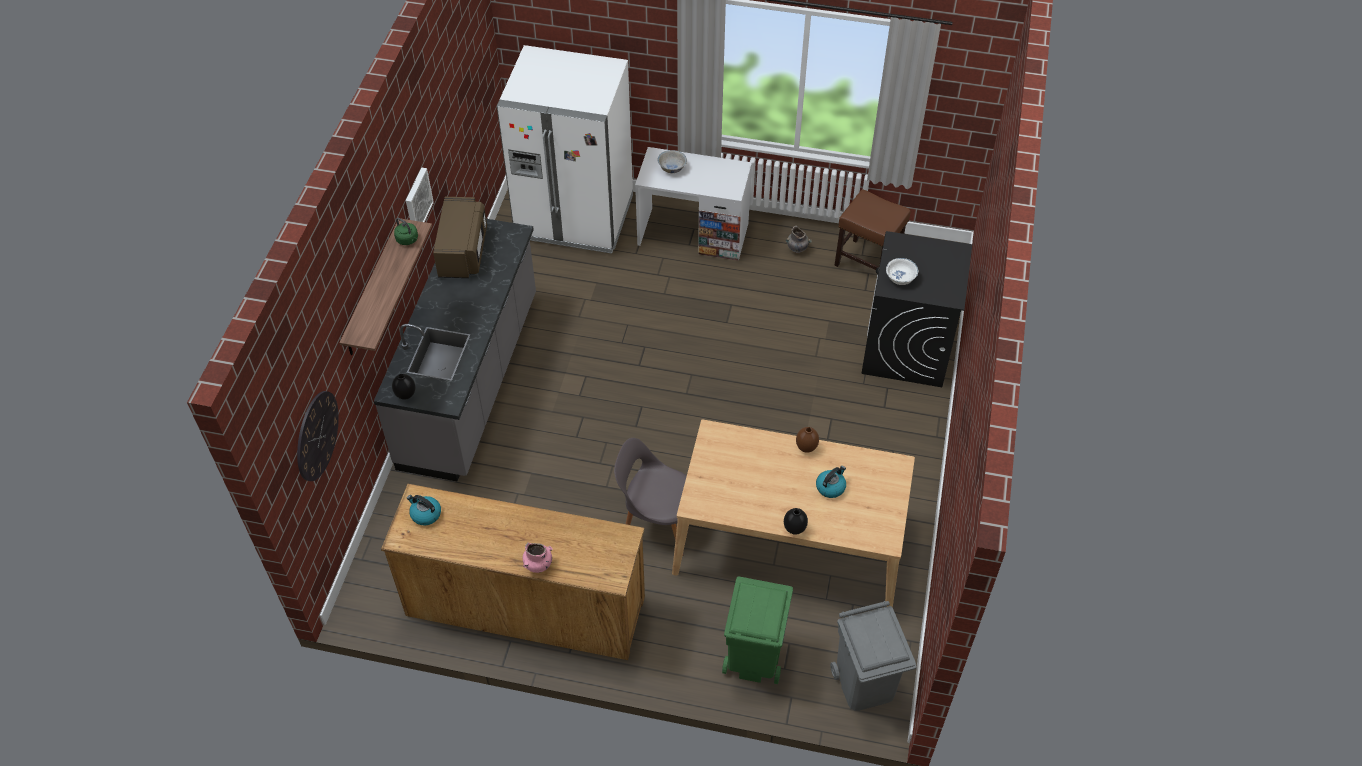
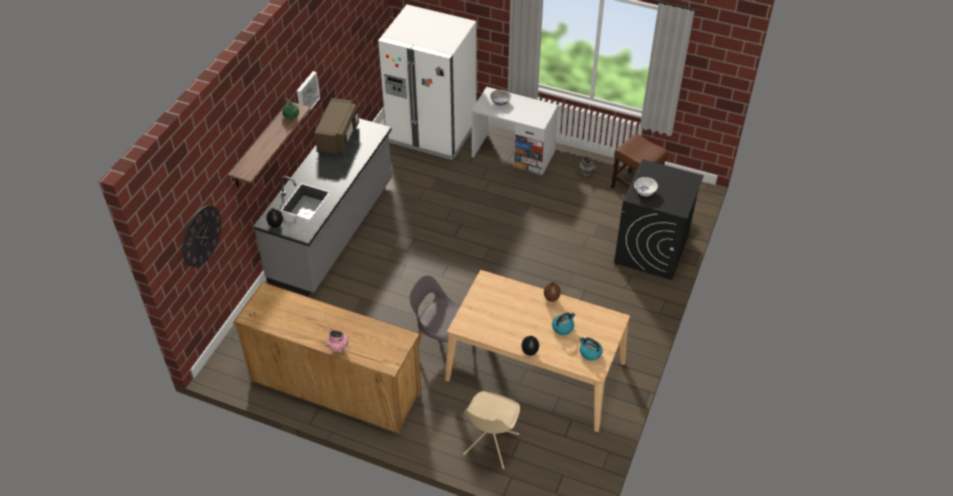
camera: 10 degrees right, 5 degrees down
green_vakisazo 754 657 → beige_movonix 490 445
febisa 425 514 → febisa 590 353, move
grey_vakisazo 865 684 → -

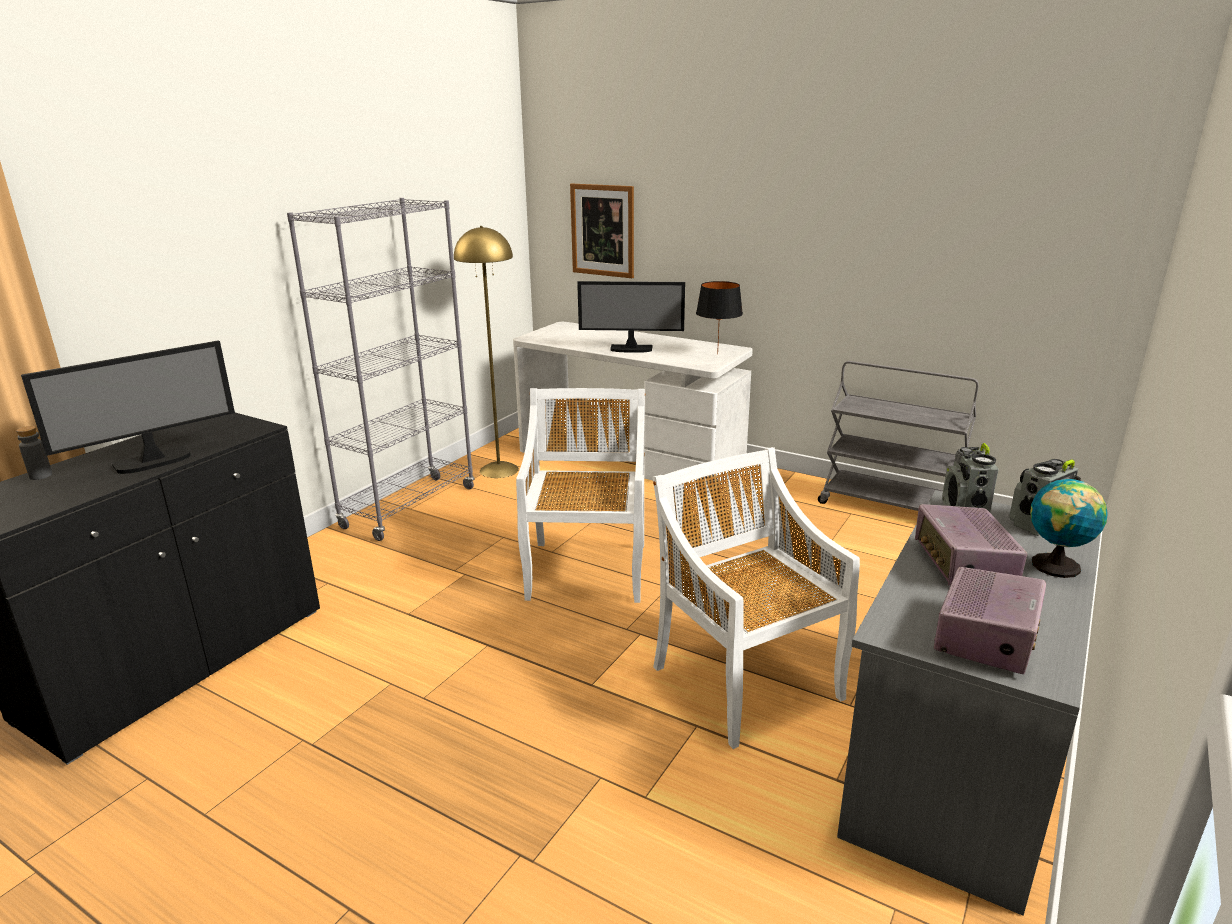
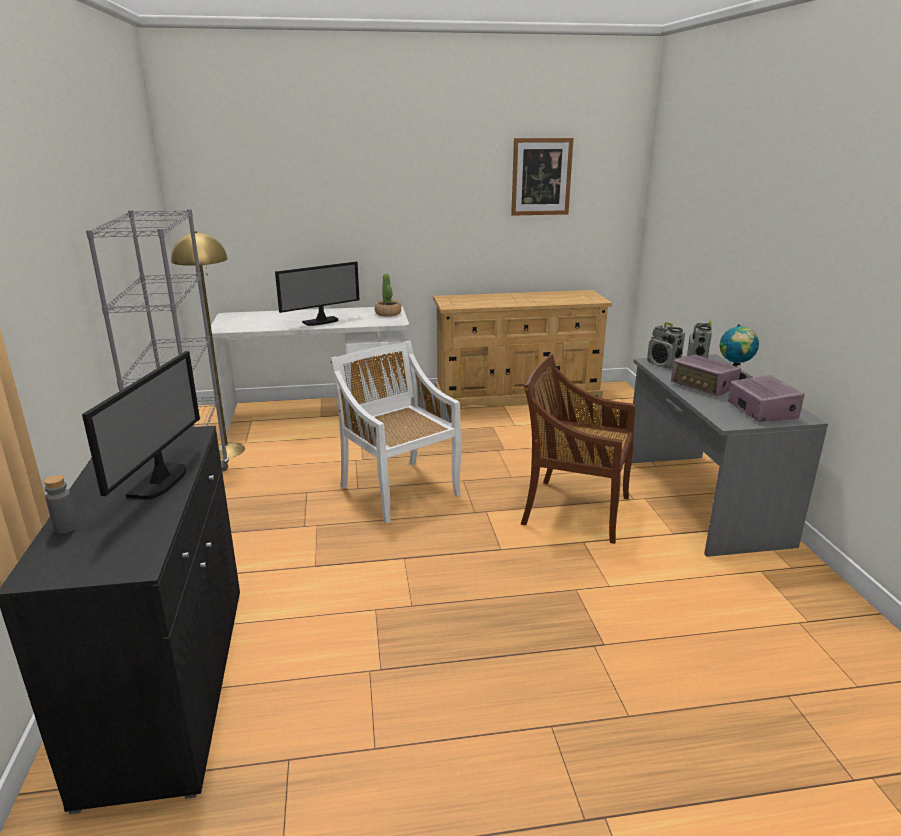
camera: 40 degrees left, 0 degrees up
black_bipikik 718 354 → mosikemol 388 313
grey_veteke 890 507 → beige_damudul 518 395
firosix 602 230 → firosix 541 177, move
white_movonix 745 680 → brown_movonix 574 510

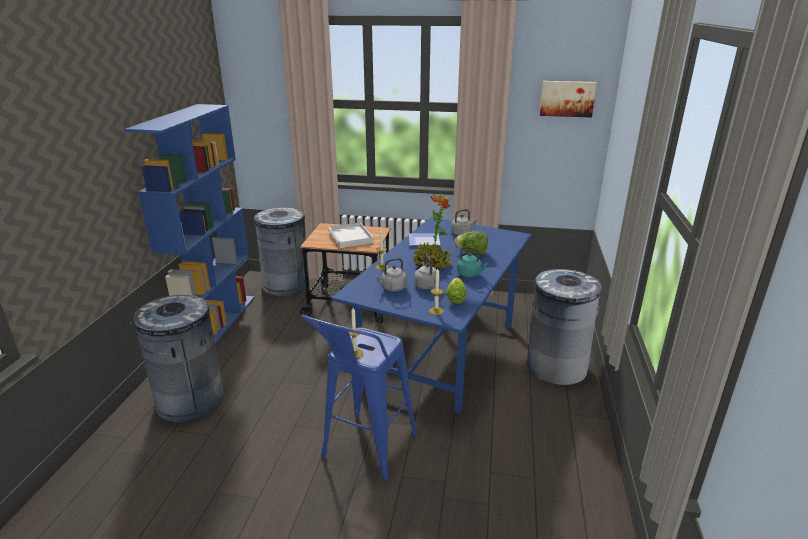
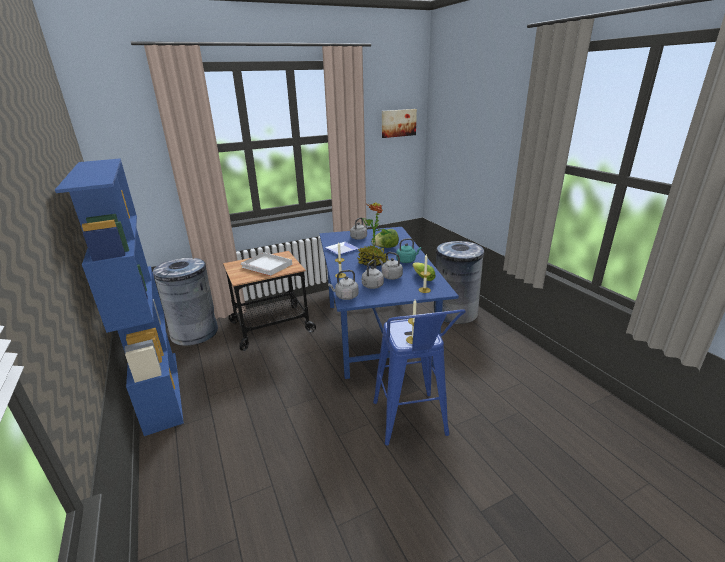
camera: 35 degrees left, 0 degrees up
- → grey_febisa 345 296
grey_vakisazo 190 400 → -

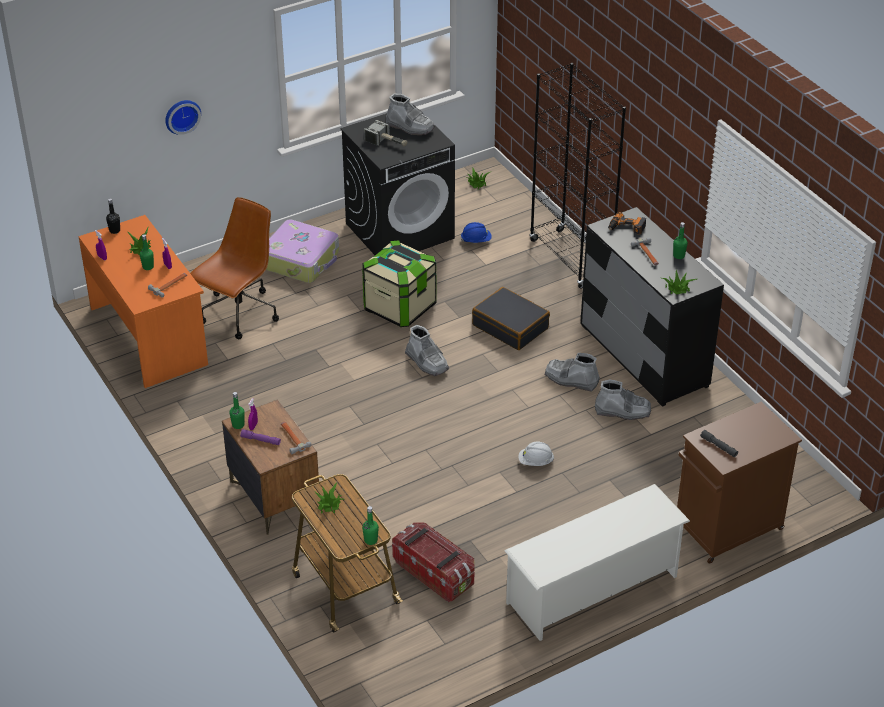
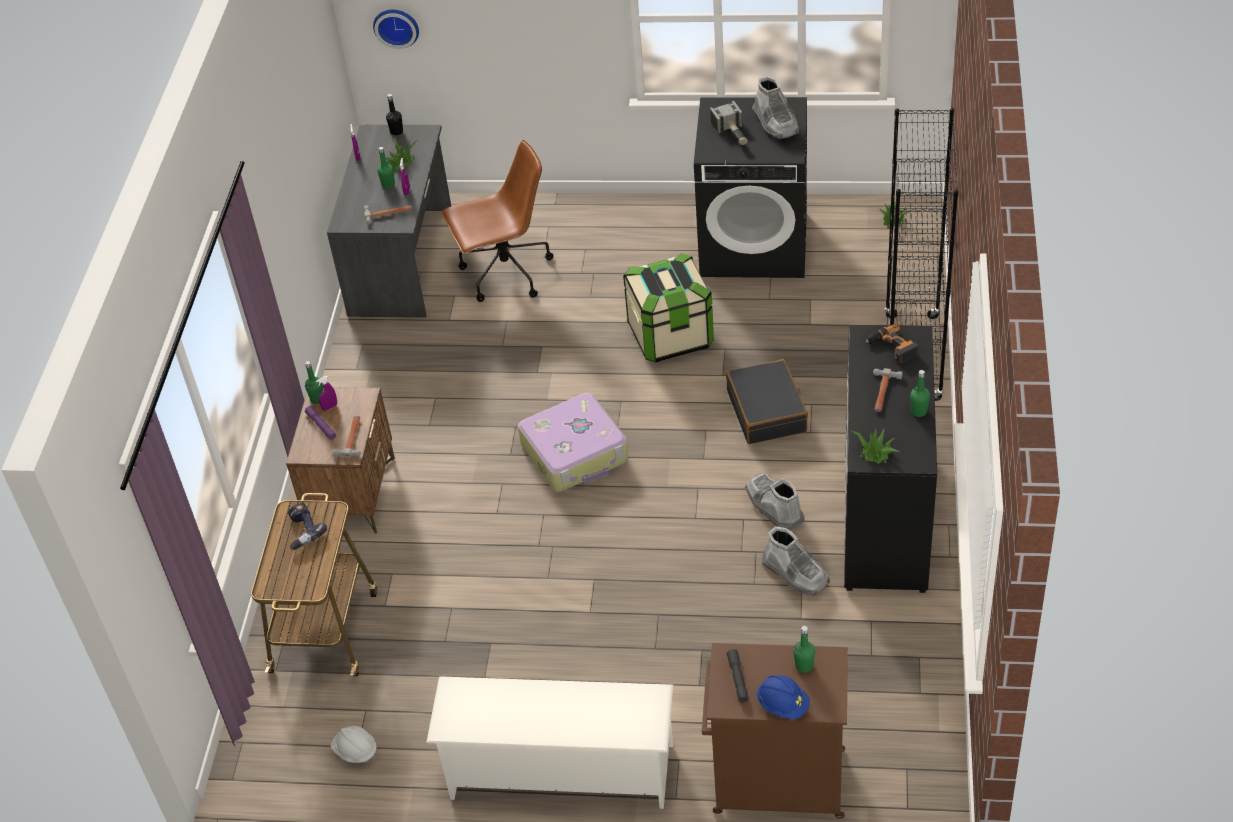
camera: 40 degrees right, 5 degrees up
mosikemol 329 504 → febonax 302 531
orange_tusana 150 335 → grey_tusana 403 261
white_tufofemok 535 462 → white_tufofemok 355 751, move
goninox 181 115 → goninox 396 26, move
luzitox 301 260 → luzitox 576 453, move
blue_tufofemok 476 240 → blue_tufofemok 783 705, move
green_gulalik 370 540 → green_gulalik 804 666, move
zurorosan 434 573 → -
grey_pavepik 427 362 → -

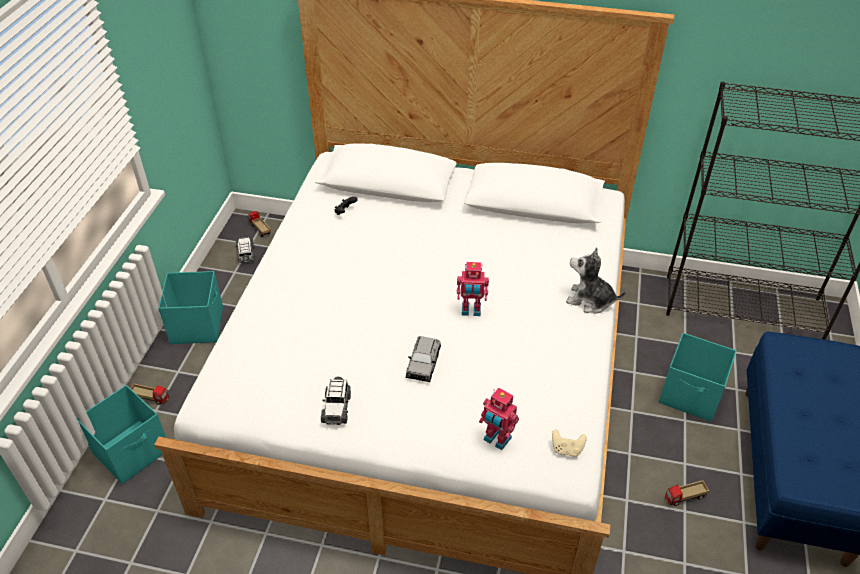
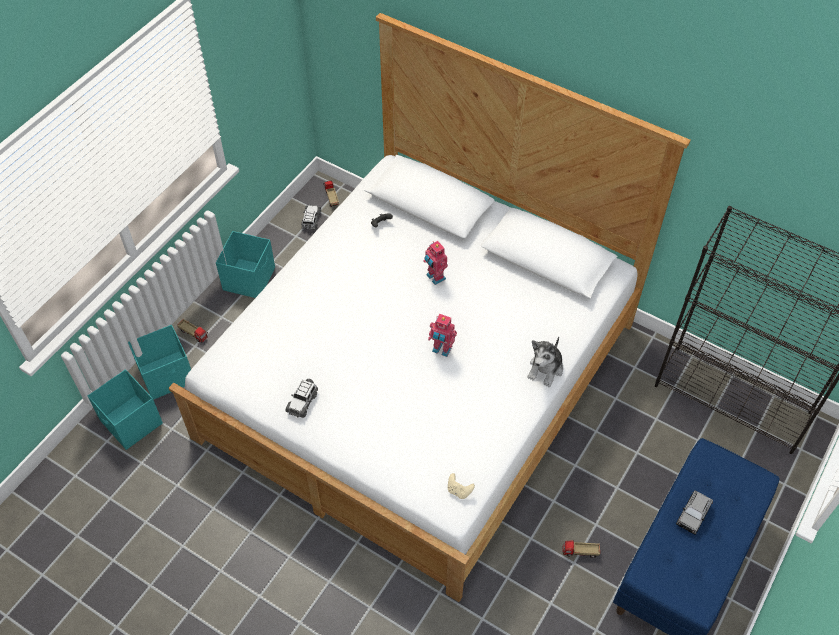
camera: 20 degrees right, 10 degrees up
turquoise_zurorosan 691 395 → turquoise_zurorosan 131 423, move
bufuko 496 439 → bufuko 435 277, move
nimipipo 590 300 → nimipipo 546 369, 105 degrees counterclockwise
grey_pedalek 423 364 → grey_pedalek 693 515, move

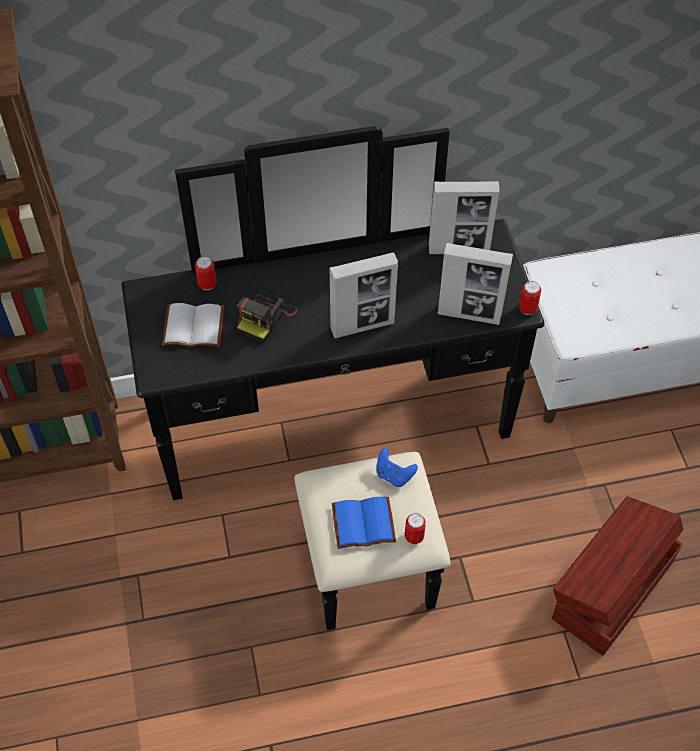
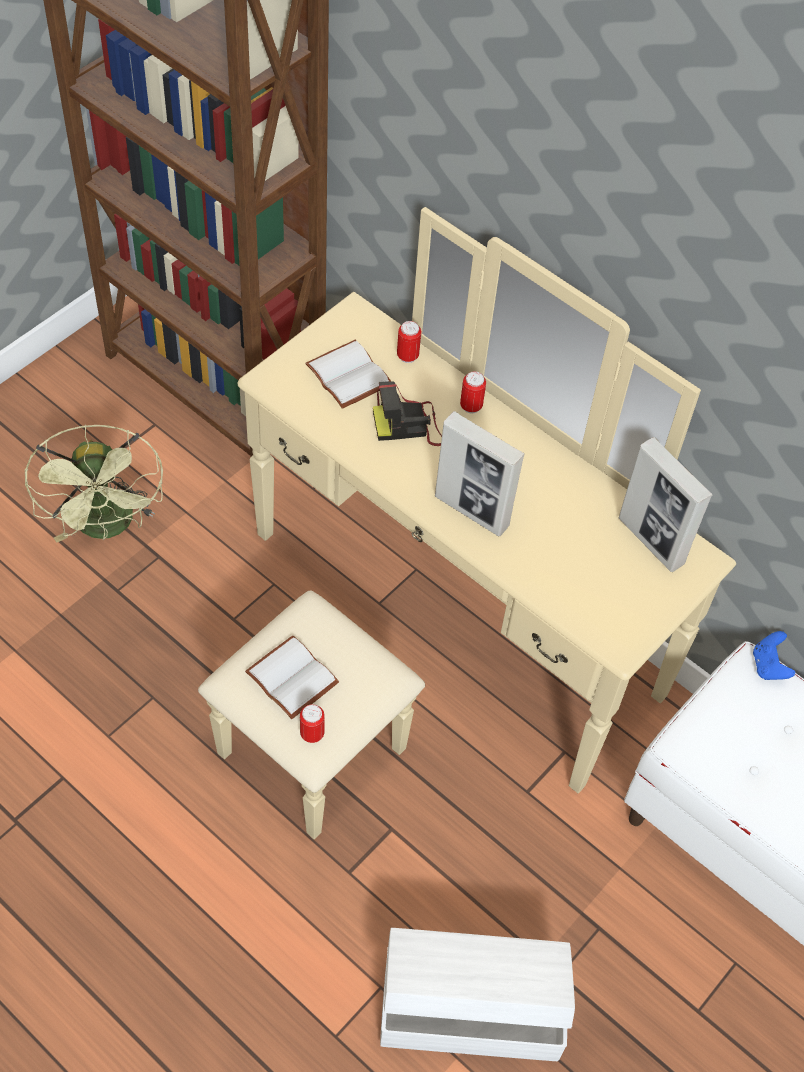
camera: 50 degrees right, 0 degrees up
- → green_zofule 108 527
black_damudul 342 452 → beige_damudul 426 644
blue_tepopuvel 362 525 → white_tepopuvel 289 678
brown_zurorosan 610 589 → white_zurorosan 469 1009
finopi 527 309 → finopi 471 406, move
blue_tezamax 394 475 → blue_tezamax 768 666, move
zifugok 469 314 → -

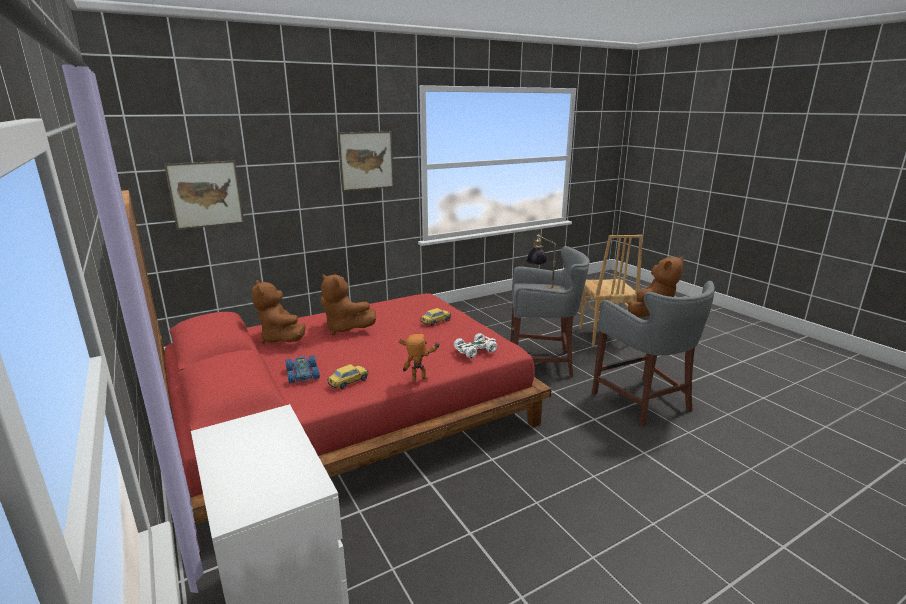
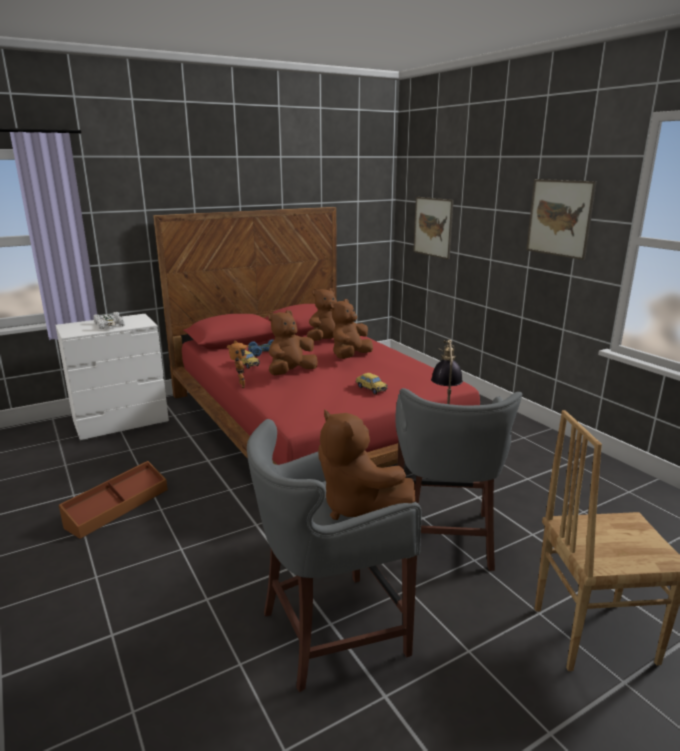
camera: 90 degrees right, 0 degrees up
- → brown_zurorosan 117 507
white_pedalek 475 350 → white_pedalek 110 325, move
- → brown_nimipipo 291 373

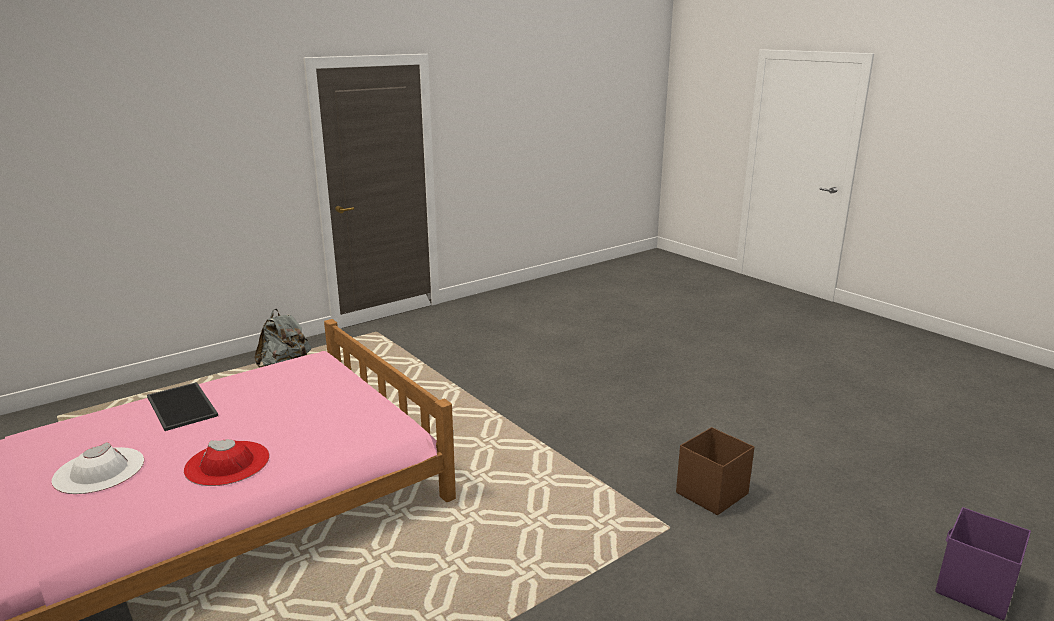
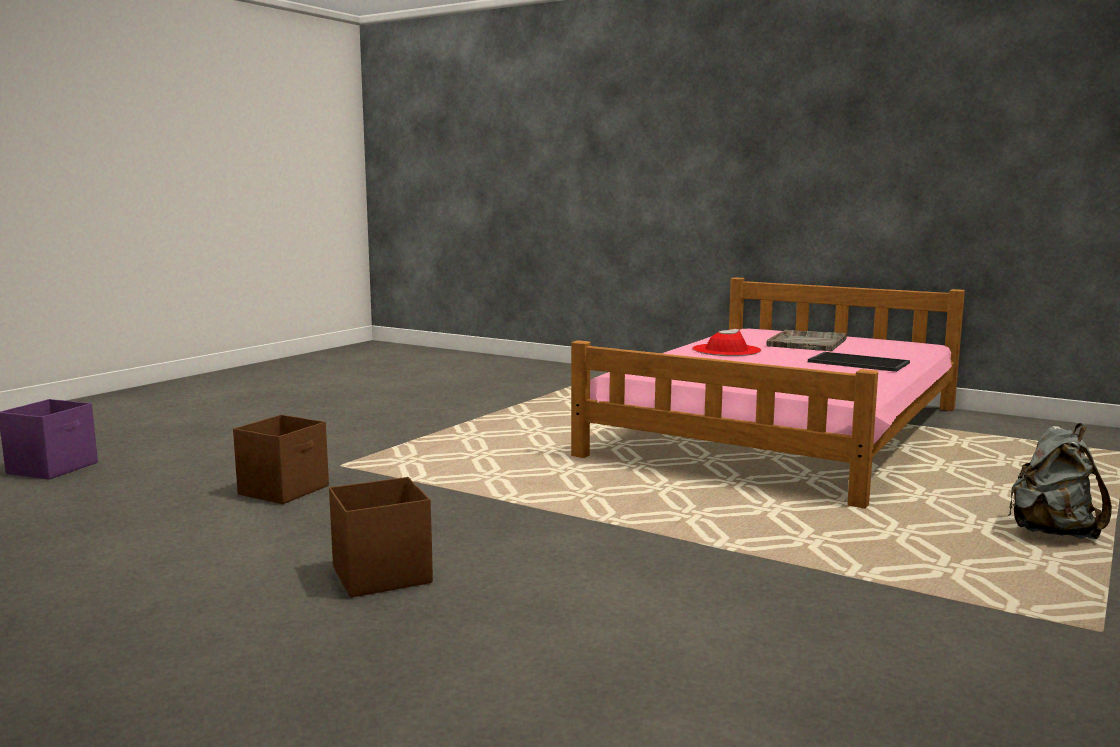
camera: 160 degrees right, 10 degrees down
- → brown_zurorosan 380 575
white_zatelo 99 471 → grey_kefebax 807 342

